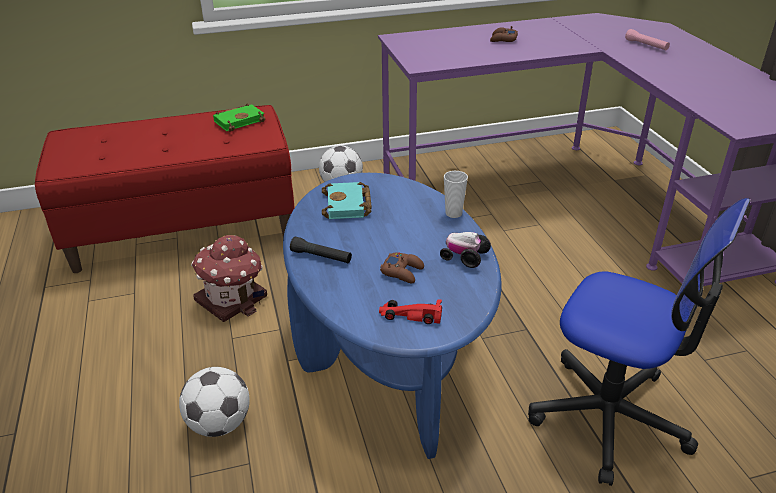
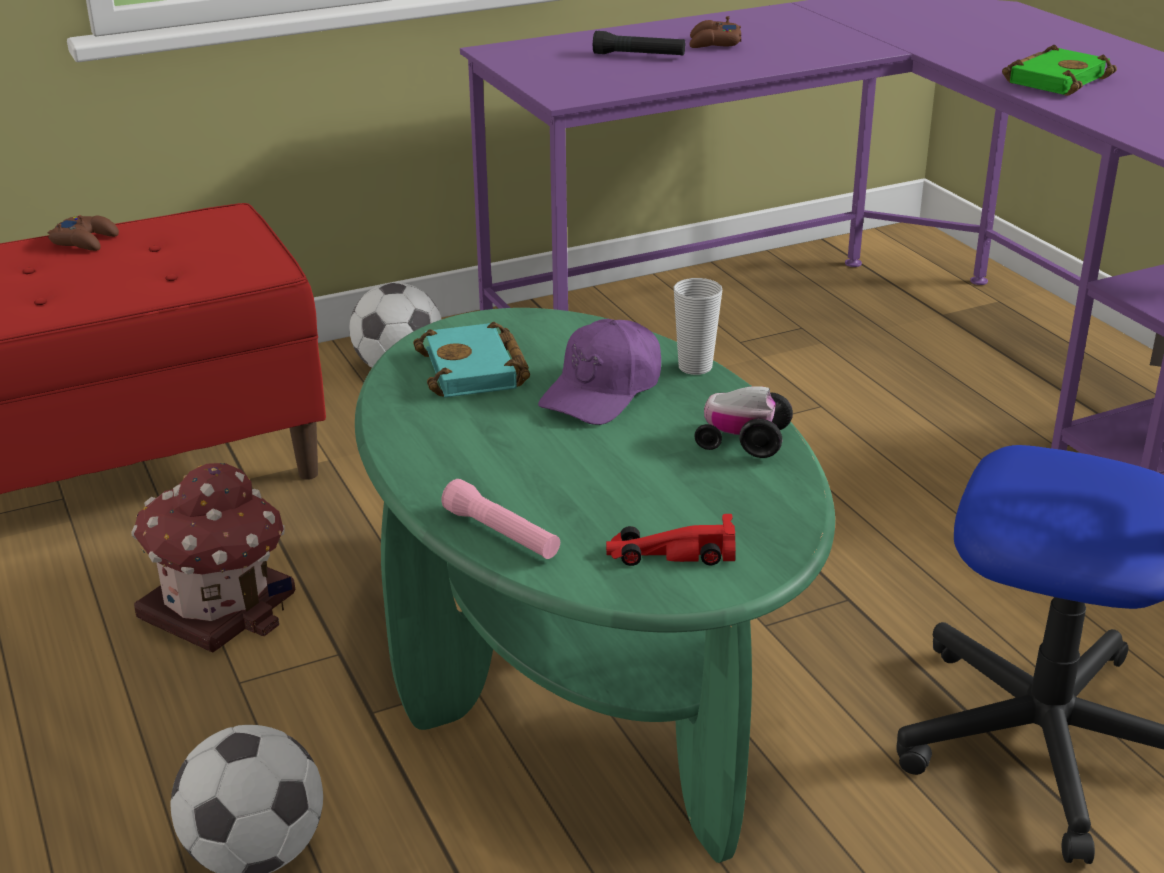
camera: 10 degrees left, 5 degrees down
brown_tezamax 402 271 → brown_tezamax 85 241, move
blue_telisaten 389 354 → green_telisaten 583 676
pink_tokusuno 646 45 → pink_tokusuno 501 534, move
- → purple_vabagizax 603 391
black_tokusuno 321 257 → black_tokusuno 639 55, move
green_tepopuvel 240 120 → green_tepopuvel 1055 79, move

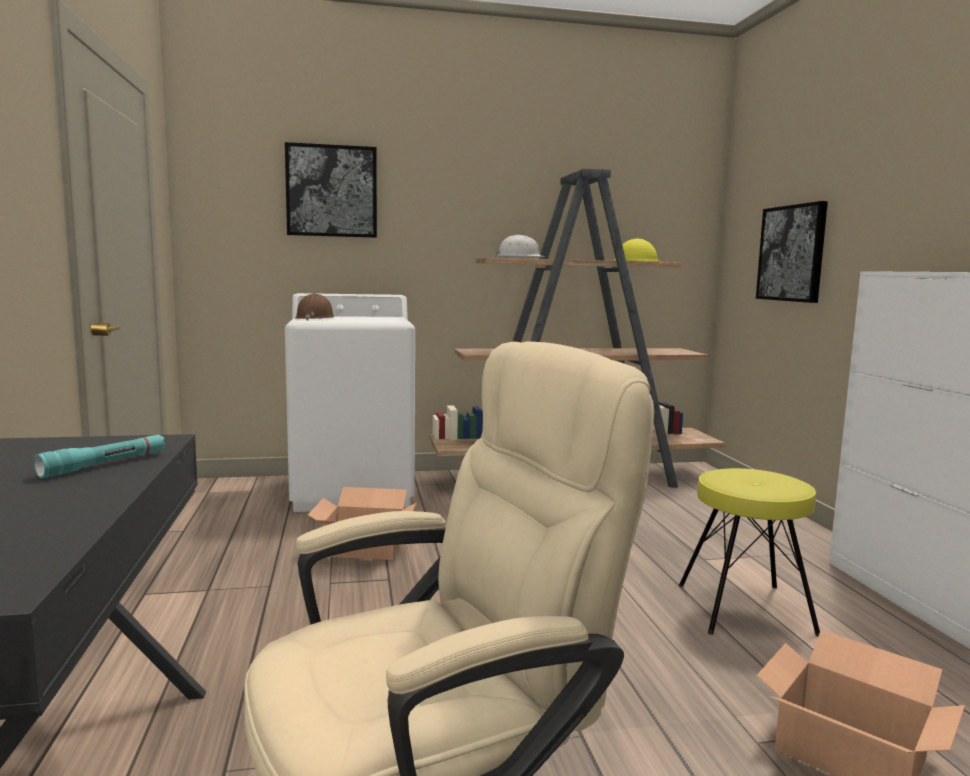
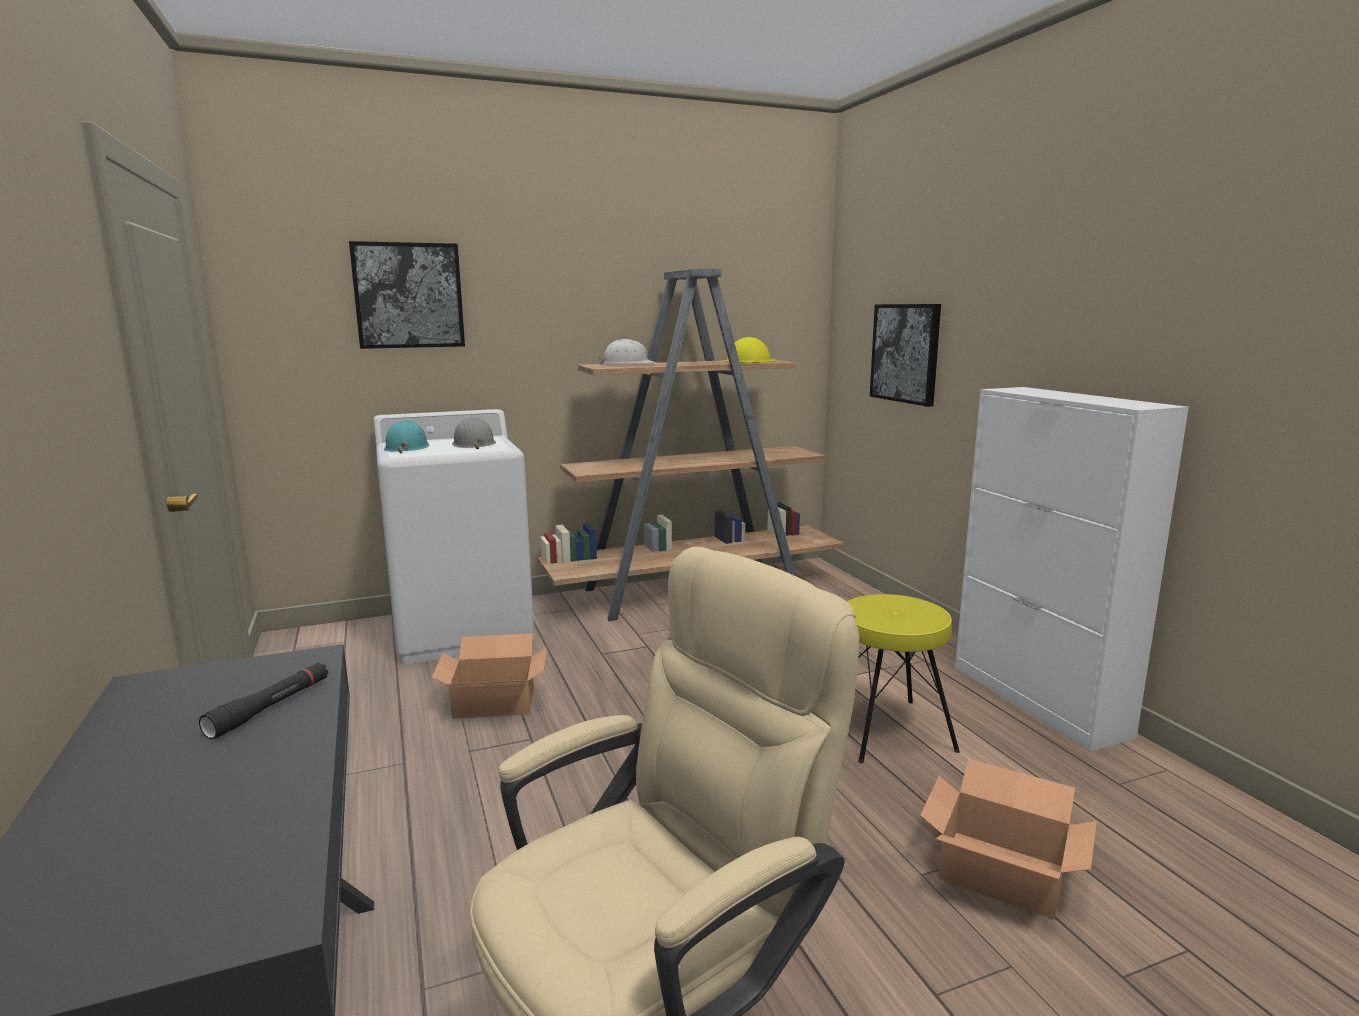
camera: 10 degrees left, 5 degrees up
turquoise_tokusuno 105 464 → black_tokusuno 271 708
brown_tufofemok 315 318 → turquoise_tufofemok 407 448
- → grey_tufofemok 473 444

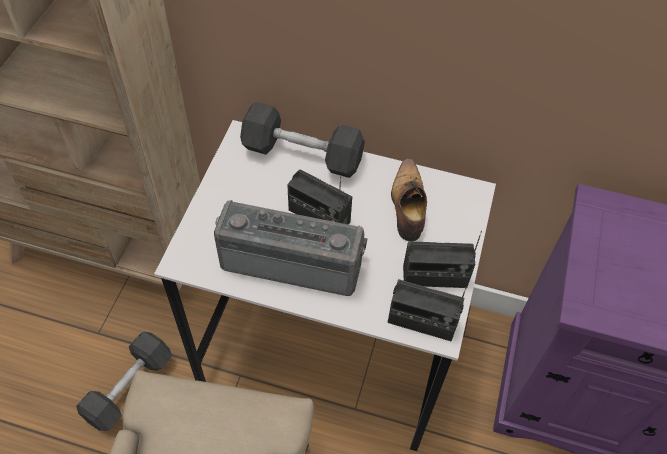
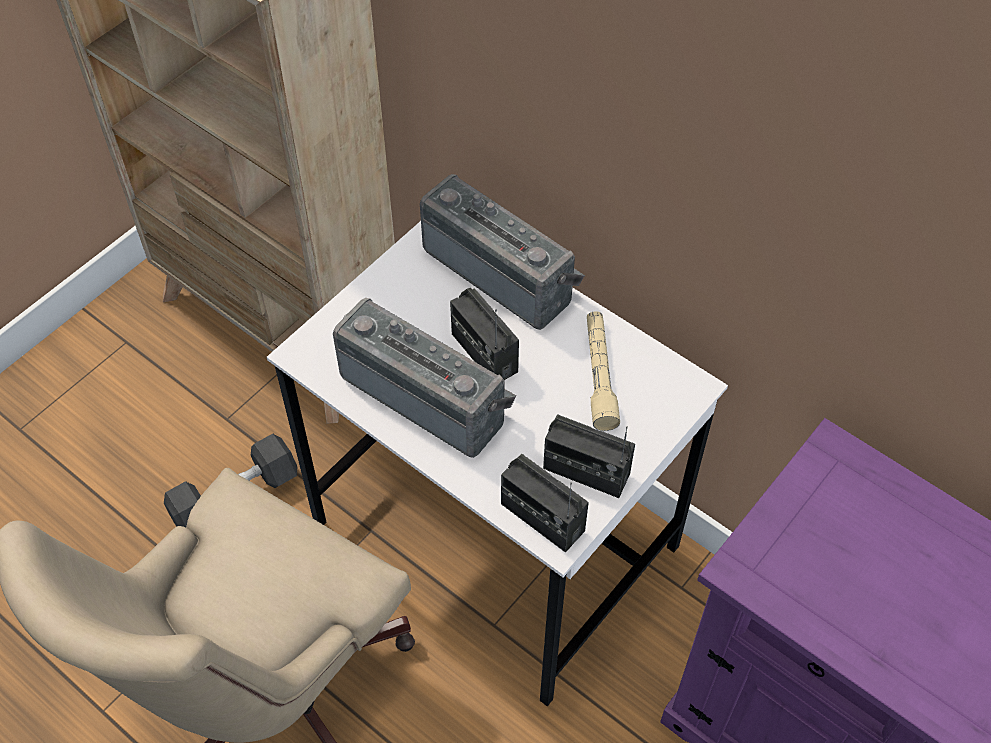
camera: 25 degrees right, 0 degrees up
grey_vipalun 302 154 → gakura 502 272
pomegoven 407 205 → beige_tokusuno 599 375

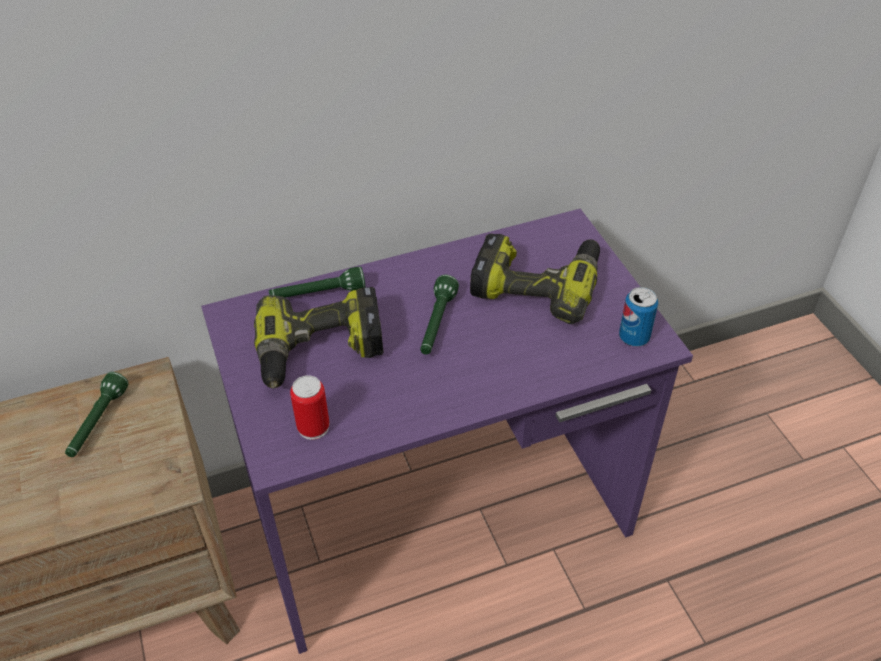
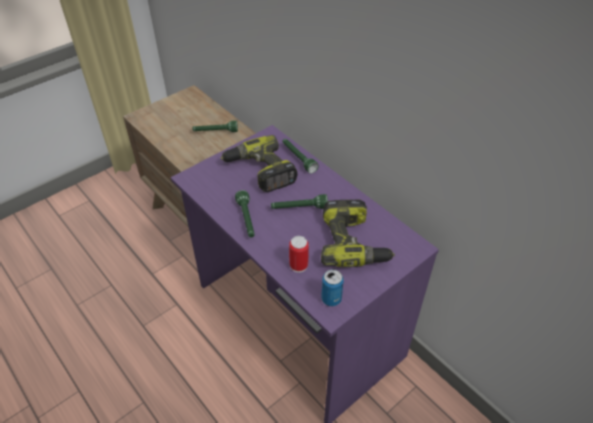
camera: 70 degrees right, 0 degrees up
- → green_tokusuno 246 219
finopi 313 427 → finopi 298 265, move

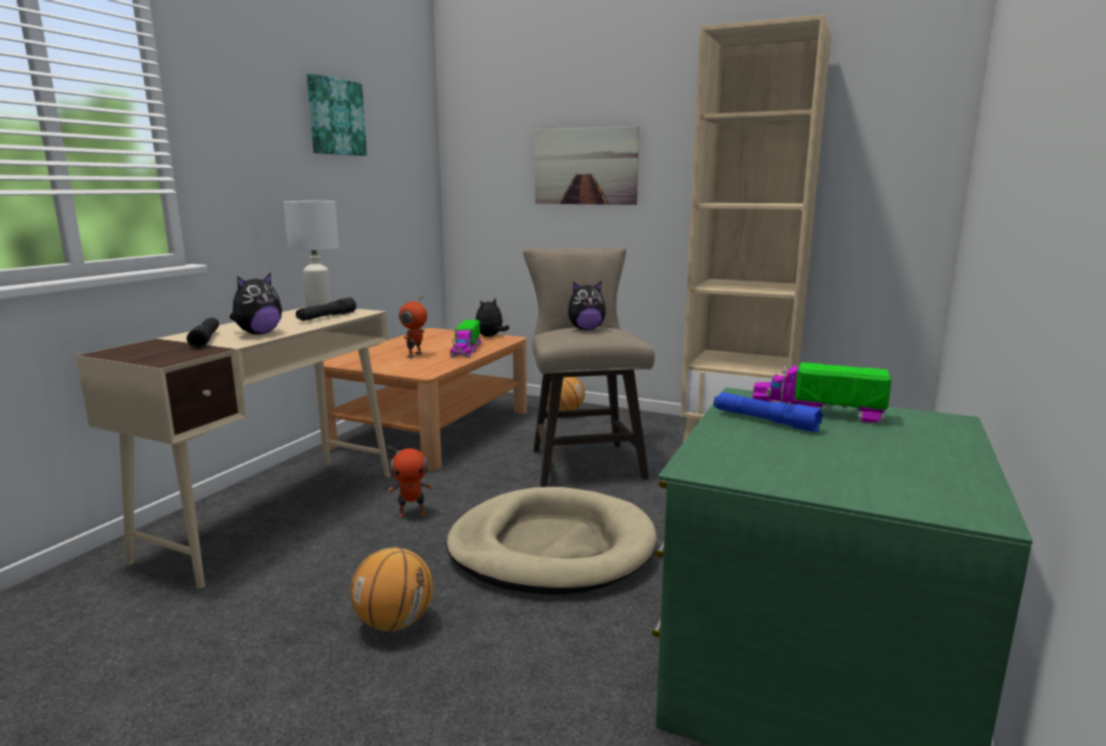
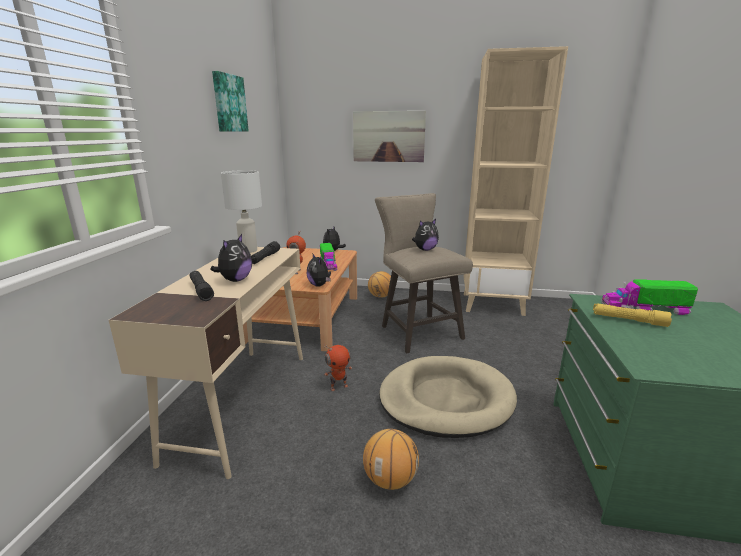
camera: 15 degrees left, 5 degrees up
- → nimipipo 319 285
blue_tokusuno 764 421 → yellow_tokusuno 628 320

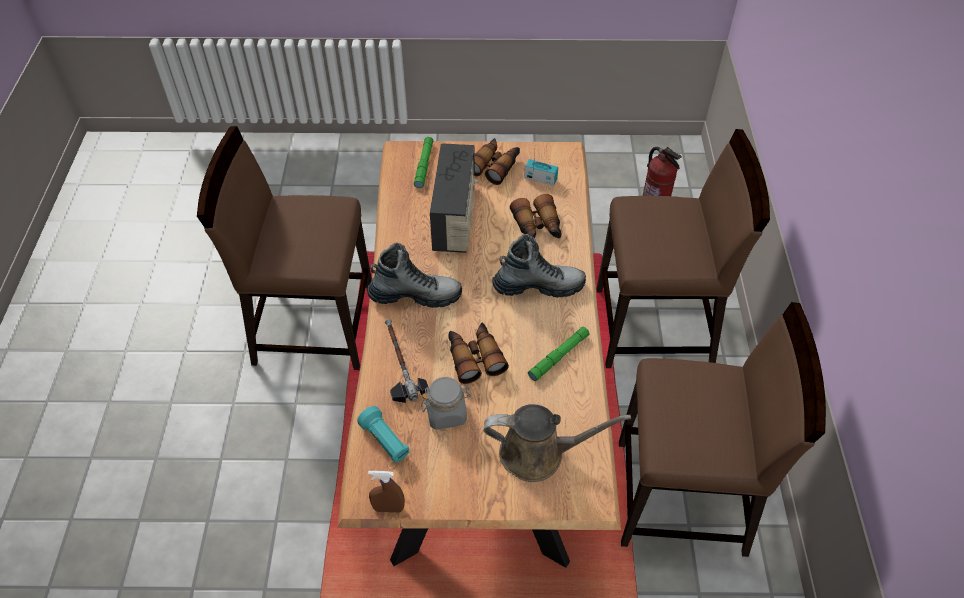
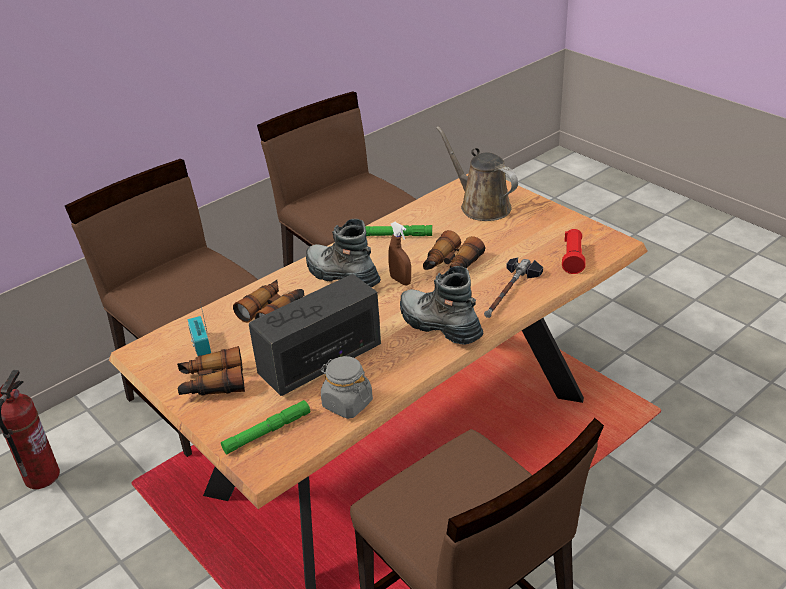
camera: 130 degrees left, 15 degrees down
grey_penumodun 446 413 → grey_penumodun 347 403, move
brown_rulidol 388 508 → brown_rulidol 400 280, move
turquoise_tokusuno 385 441 → red_tokusuno 573 259

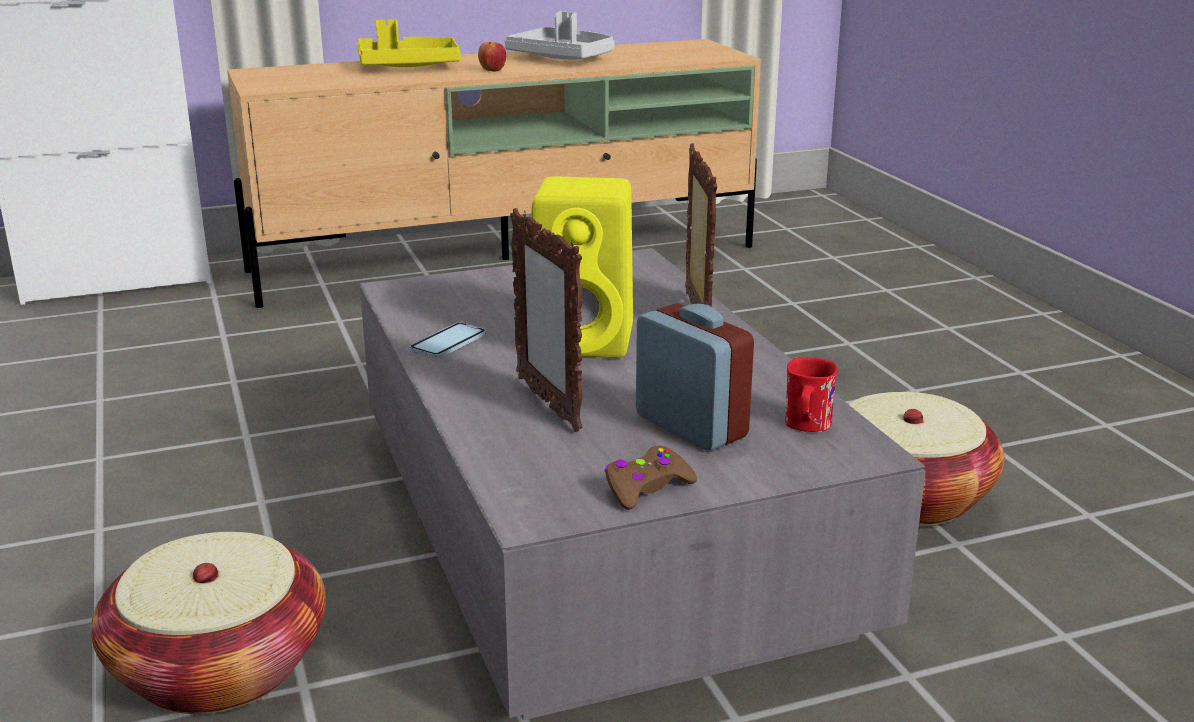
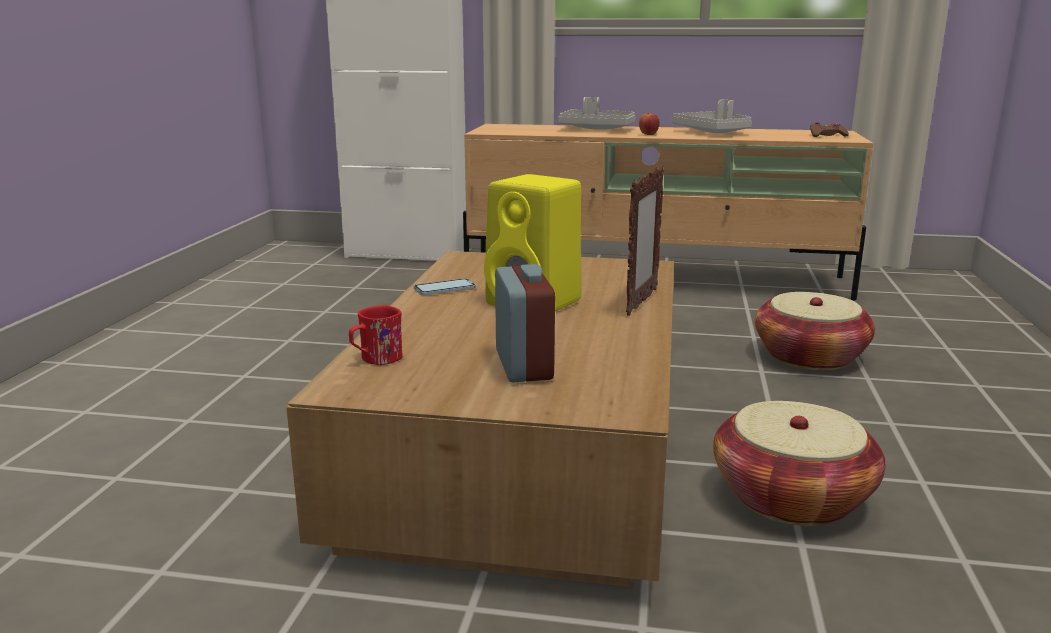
camera: 30 degrees right, 5 degrees down
grey_telisaten 595 523 → brown_telisaten 525 449
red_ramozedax 806 426 → red_ramozedax 375 360, move
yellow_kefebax 408 66 → grey_kefebax 597 129
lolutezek 220 667 → lolutezek 809 357, move
brown_tezamax 646 488 → brown_tezamax 826 135, move
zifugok 548 403 → -

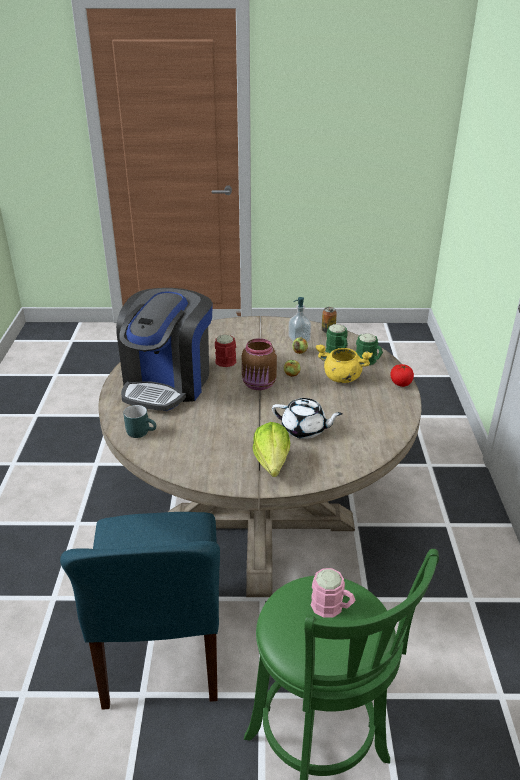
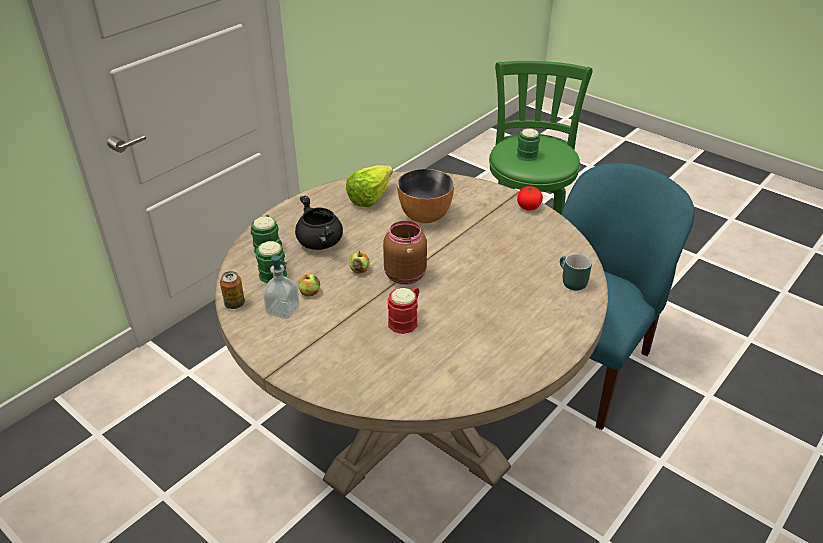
camera: 140 degrees left, 5 degrees up
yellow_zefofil 341 377 → black_zefofil 321 243
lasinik 271 467 → lasinik 374 196, move
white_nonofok 304 430 → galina 424 216
pink_ramozedax 332 607 → green_ramozedax 525 153
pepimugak 400 383 → pepimugak 528 207, move
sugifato 168 383 → -

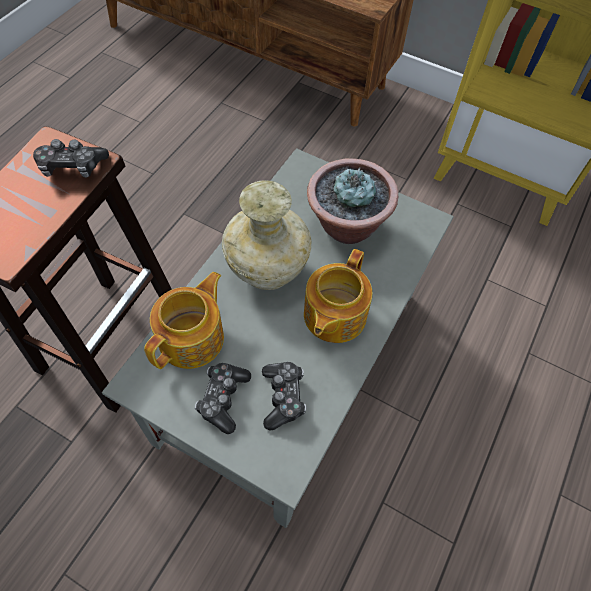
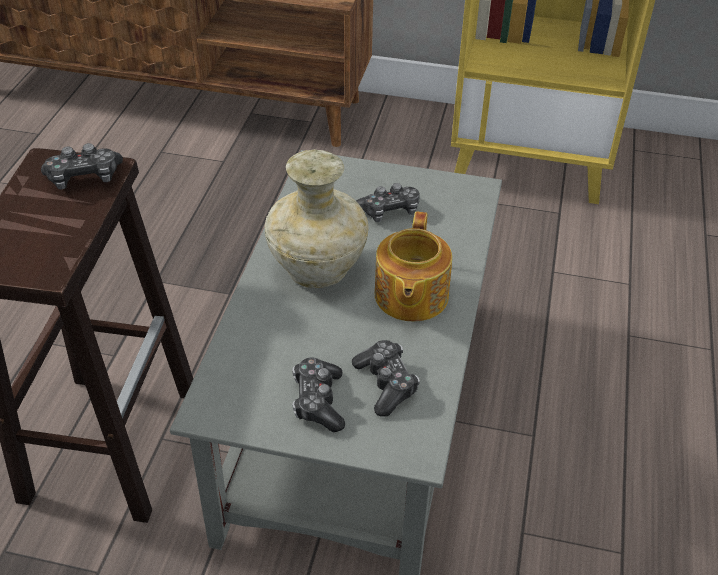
camera: 15 degrees left, 15 degrees down
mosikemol 346 226 → tezamax 389 211
nonofok 193 338 → -

